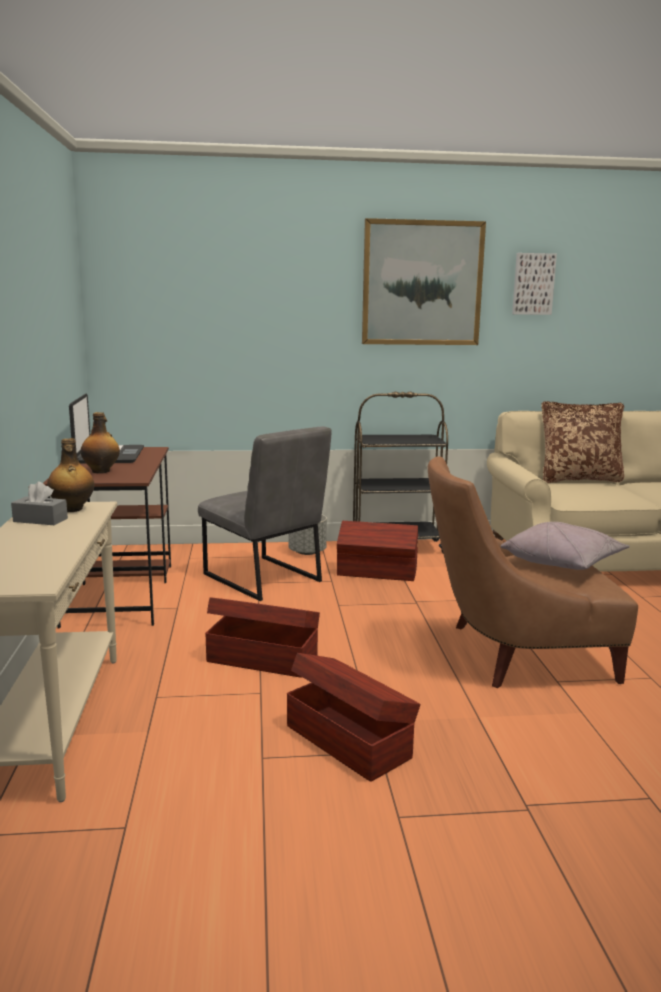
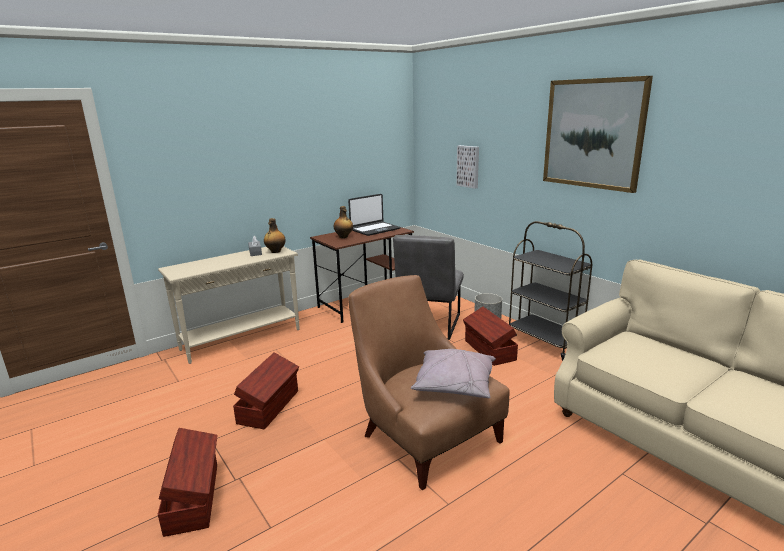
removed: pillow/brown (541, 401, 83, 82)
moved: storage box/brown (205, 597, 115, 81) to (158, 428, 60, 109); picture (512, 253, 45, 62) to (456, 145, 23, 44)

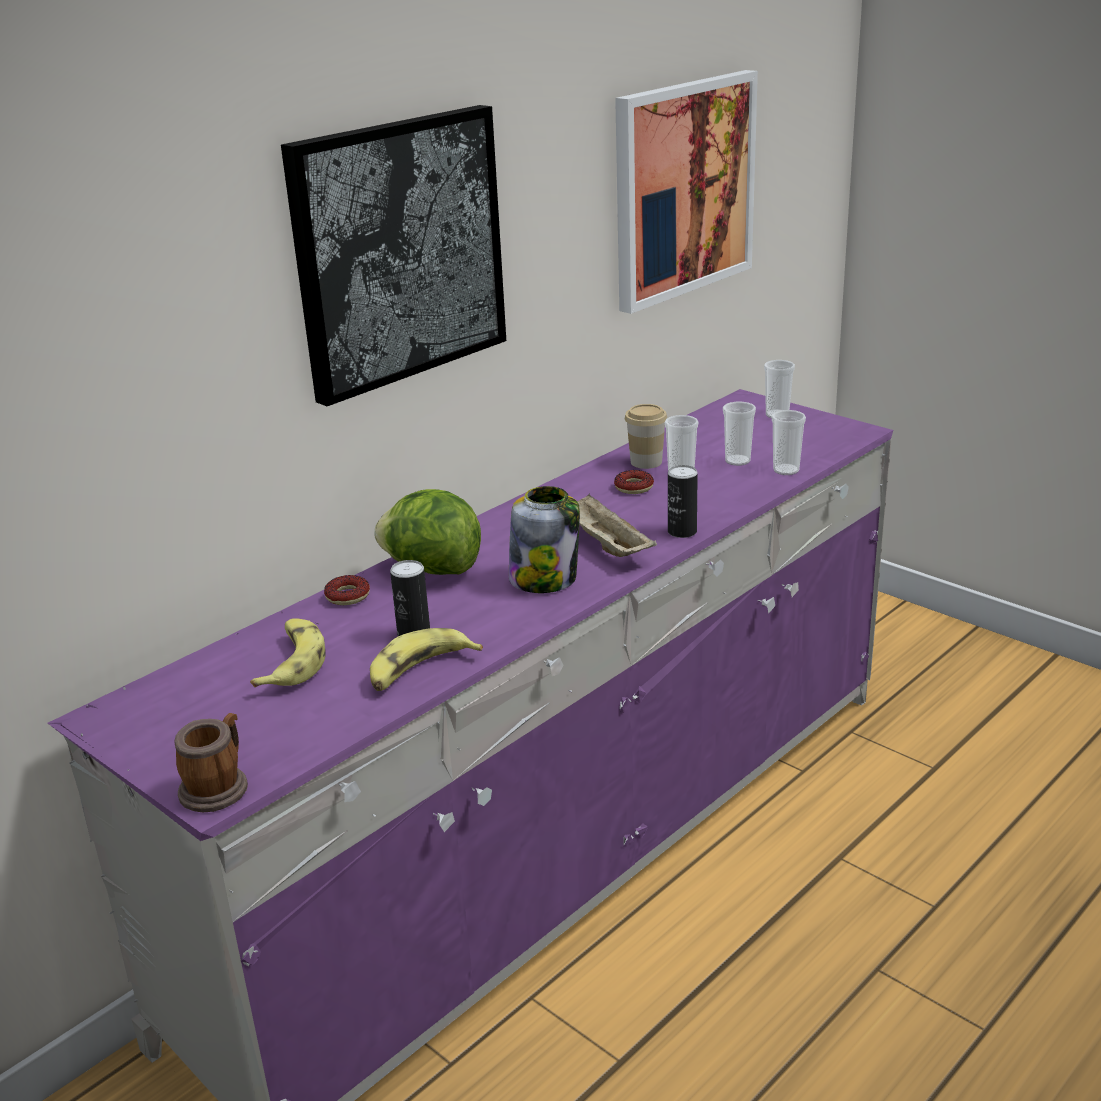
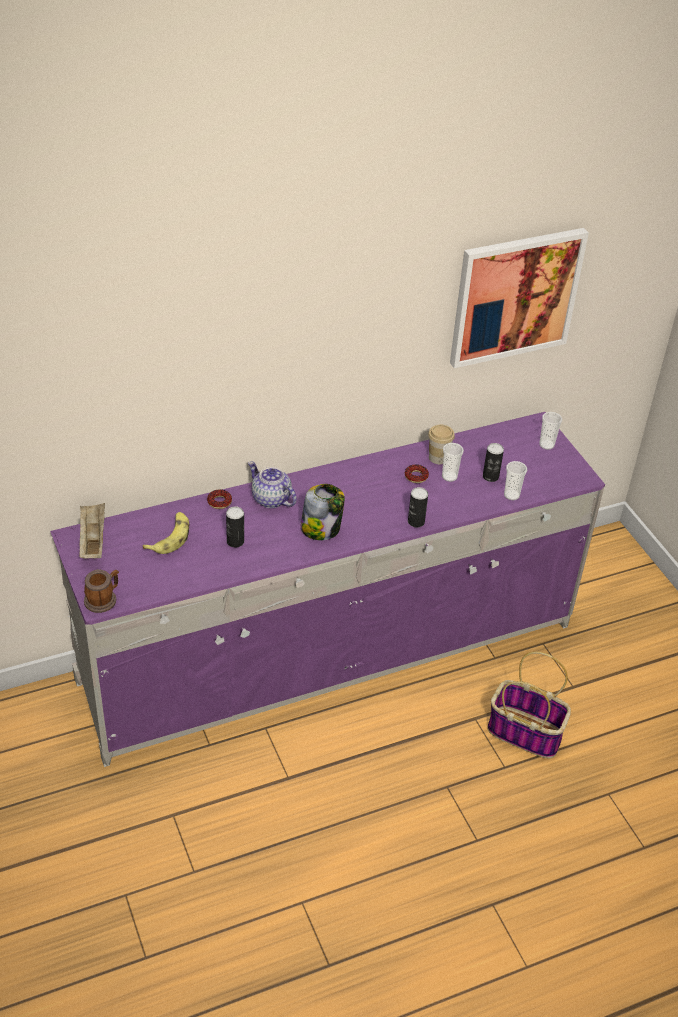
removed: picture (281, 105, 225, 301); banana (370, 628, 113, 63)
added: basket (487, 651, 84, 108)
moved: tray/beige (578, 494, 79, 63) to (79, 503, 26, 56)
replaced: lettuce (374, 489, 107, 86) to teapot (248, 461, 49, 47); cup (723, 402, 33, 64) to can (483, 443, 21, 39)

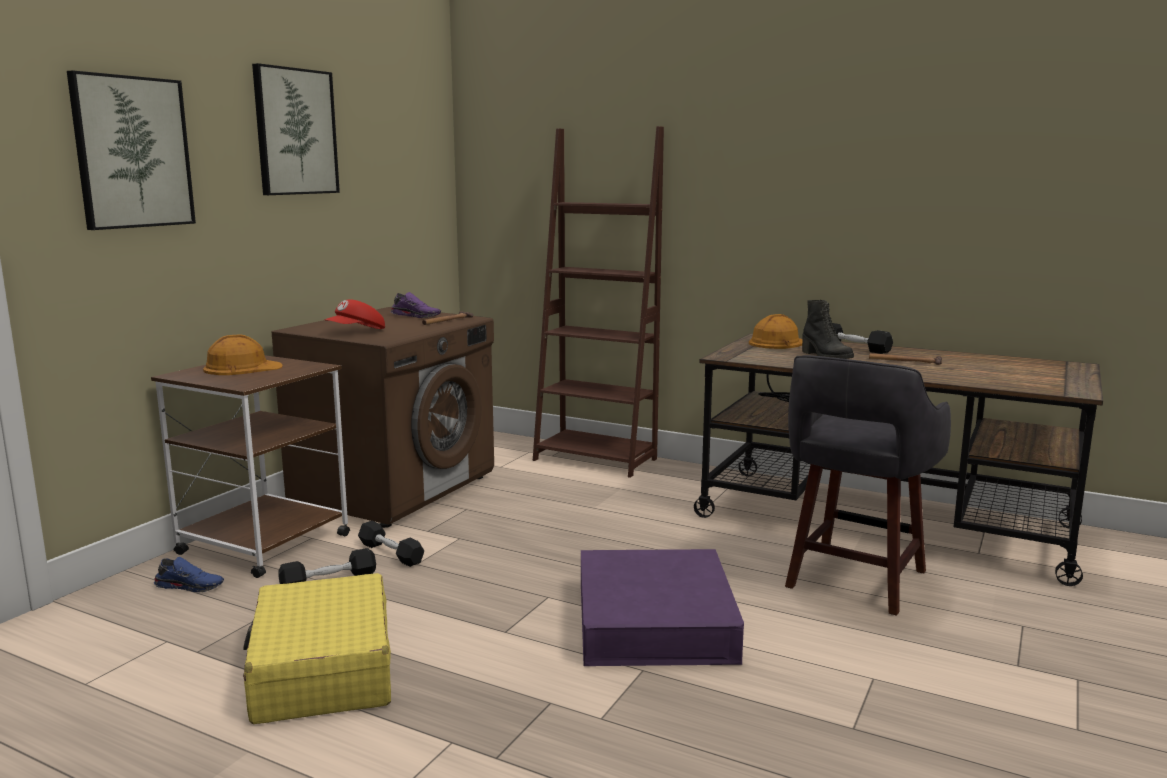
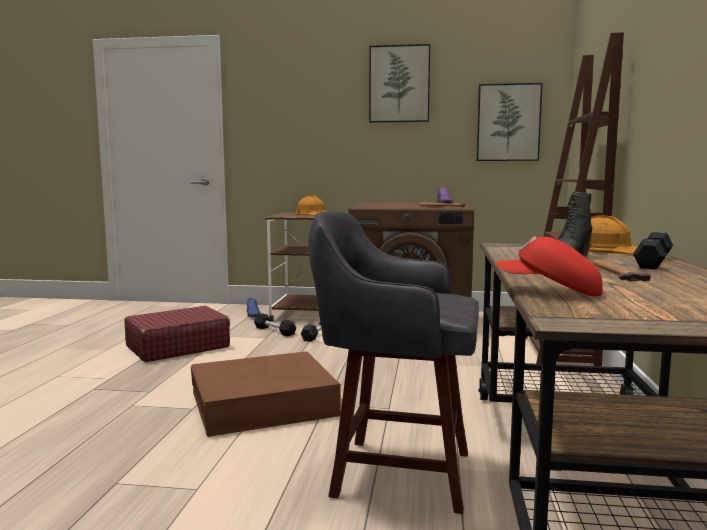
moved: picture (67, 70, 129, 160) to (477, 83, 66, 78); cap/red (325, 299, 60, 30) to (496, 236, 107, 60)
recoloured: suitcase/yellow (243, 573, 148, 151) to suitcase/red (124, 306, 106, 56); storage box/purple (581, 549, 163, 117) to storage box/brown (191, 351, 150, 86)

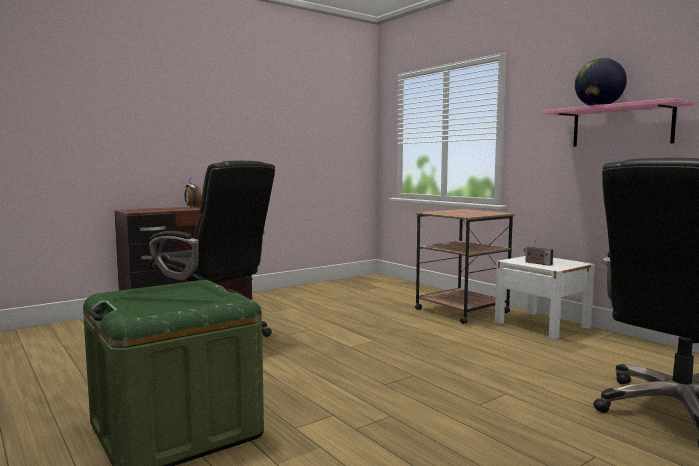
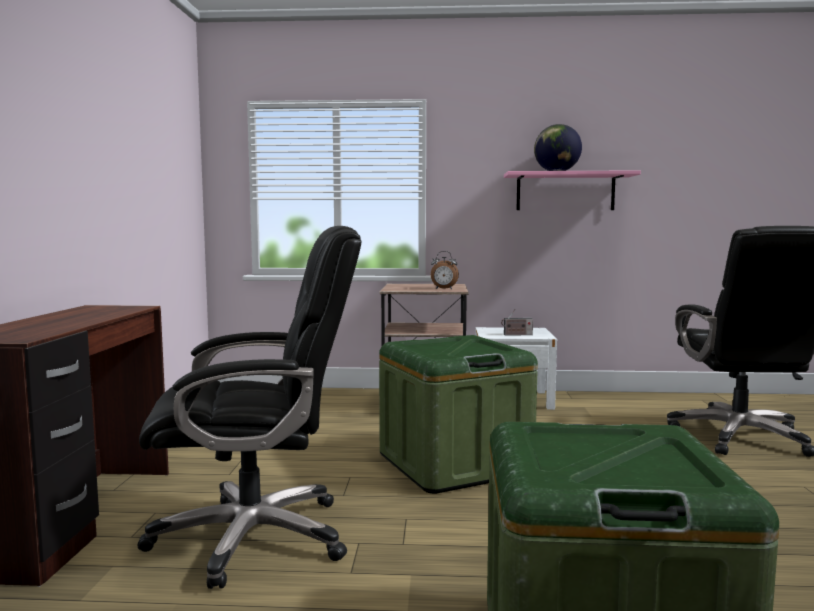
added: storage box/green (379, 335, 159, 159)
moved: alarm clock (185, 178, 17, 30) to (431, 251, 28, 38)

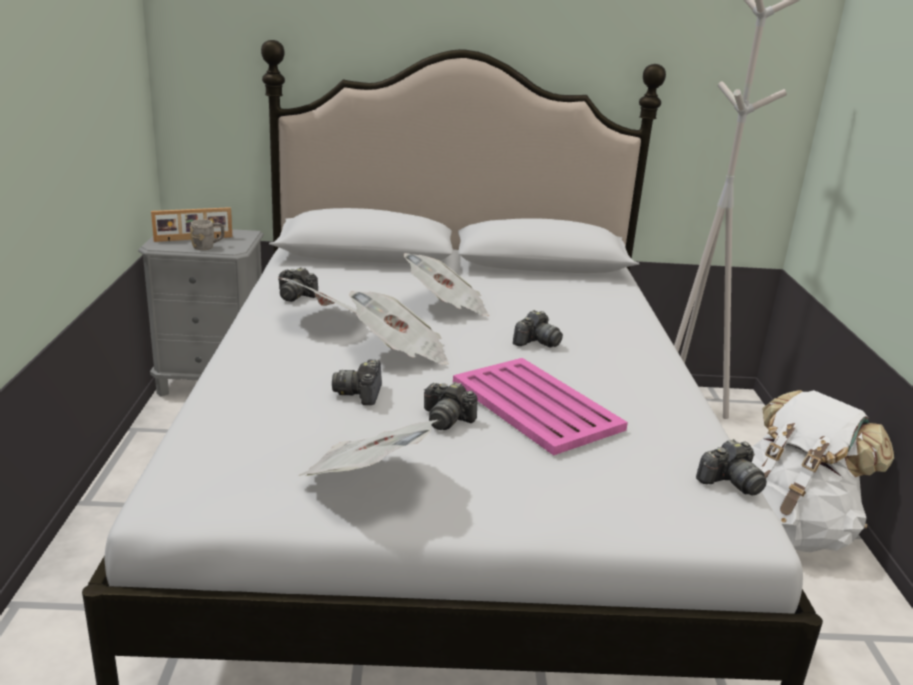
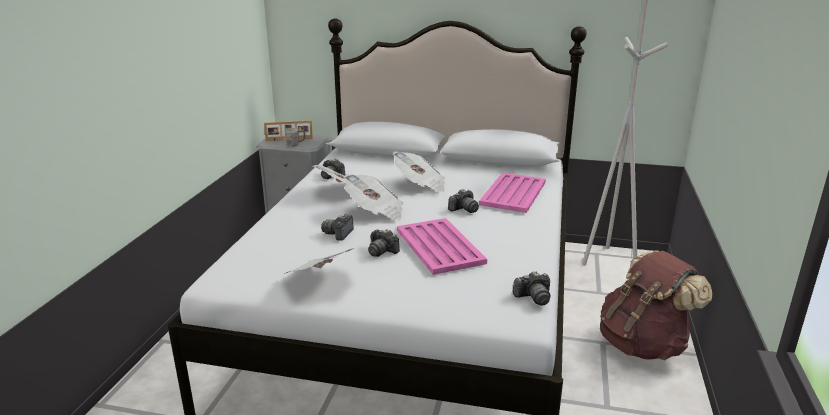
added: tray/pink (479, 173, 67, 40)
recoloured: backpack/white (751, 390, 143, 162) to backpack/brown (600, 250, 112, 110)

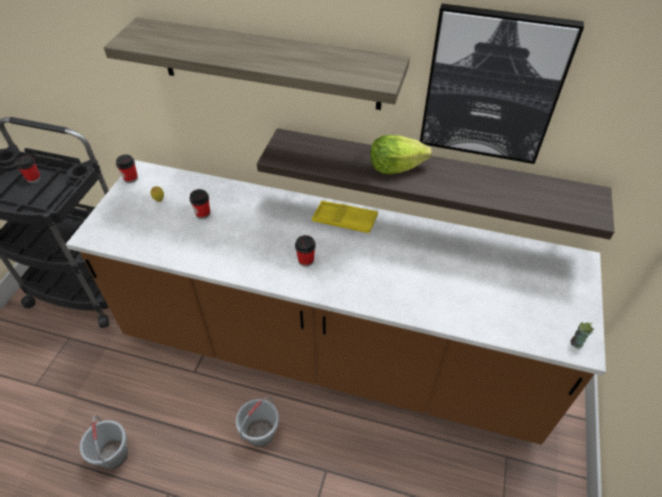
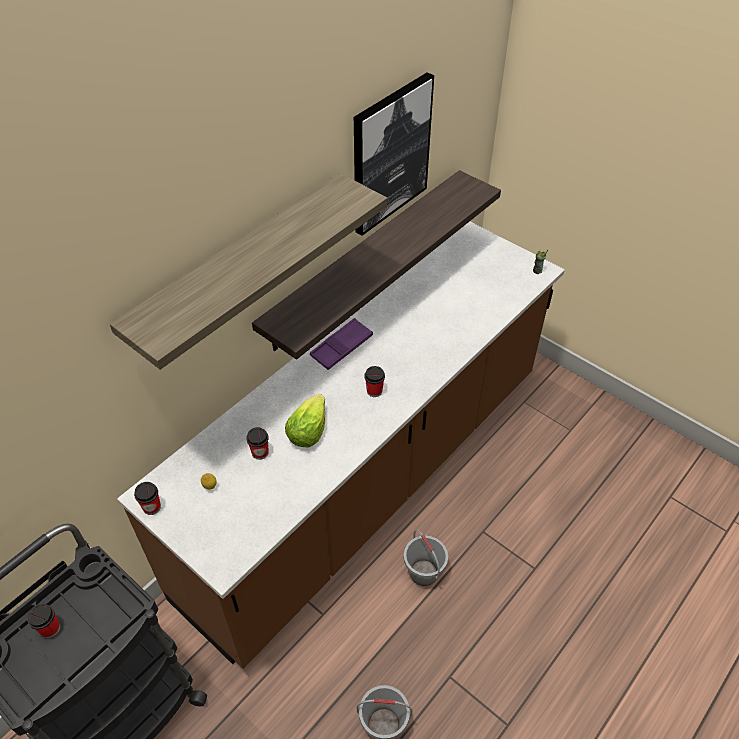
moved: lettuce (370, 135, 62, 39) to (285, 394, 40, 54)
recoloured: tray/yellow (312, 201, 66, 32) to tray/purple (310, 318, 63, 52)

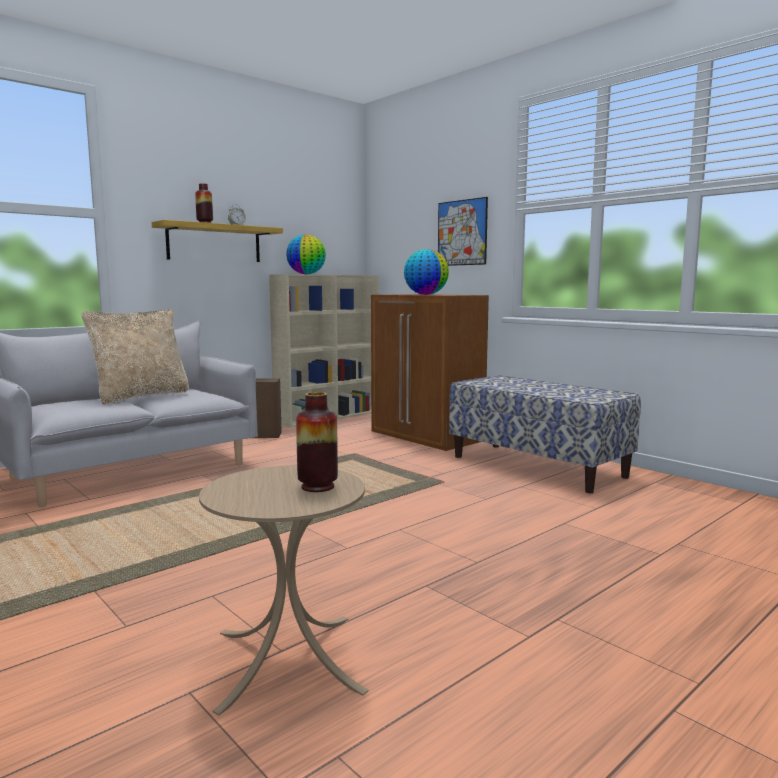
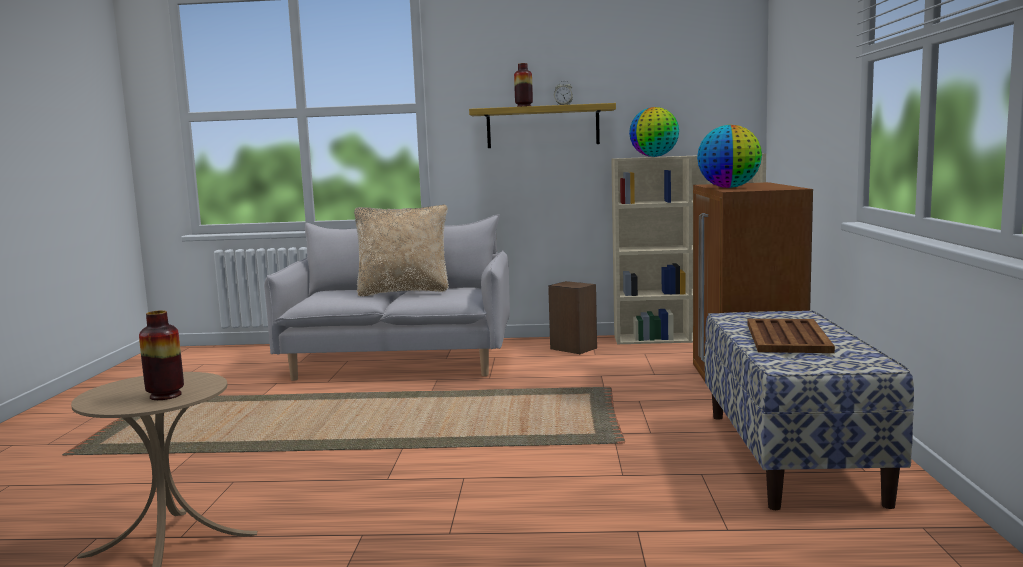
removed: picture (438, 197, 50, 69)
added: tray/brown (748, 319, 87, 34)

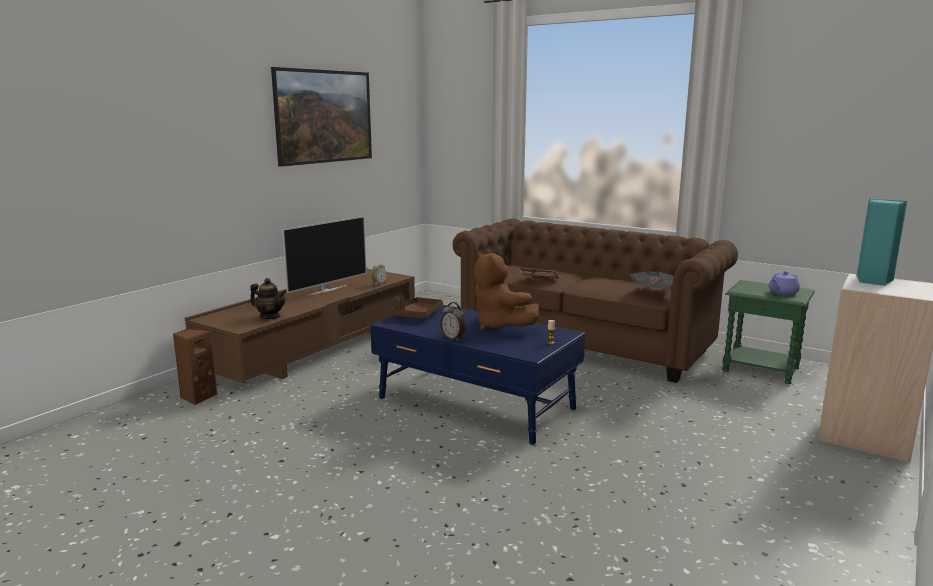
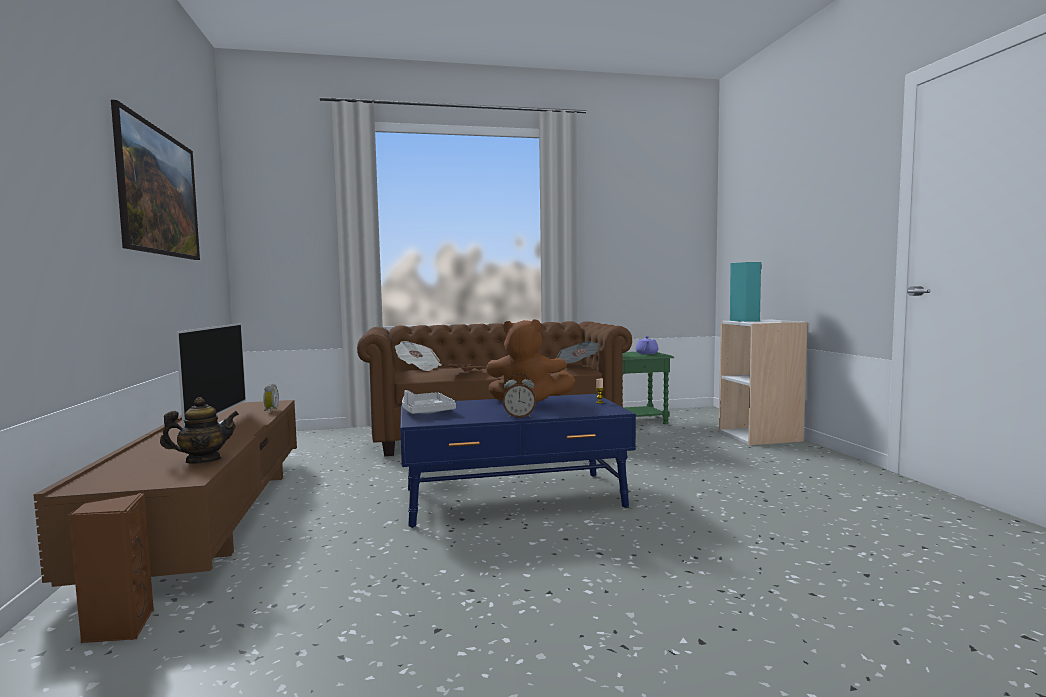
added: newspaper (395, 341, 47, 30)
recoloured: tray/brown (391, 295, 52, 24) to tray/grey (402, 390, 54, 24)

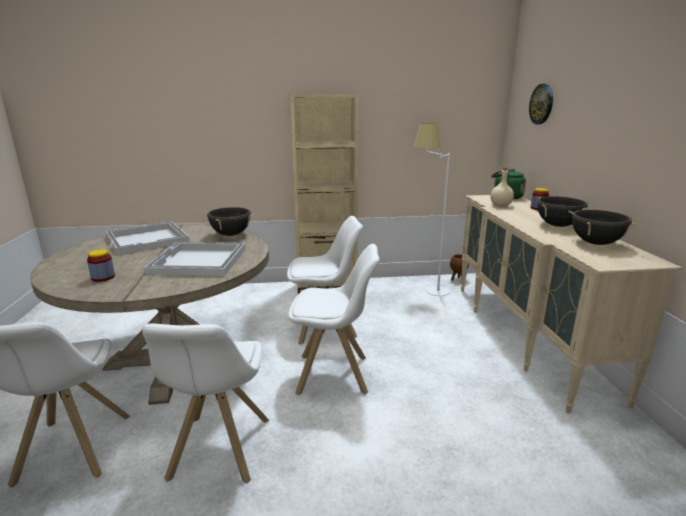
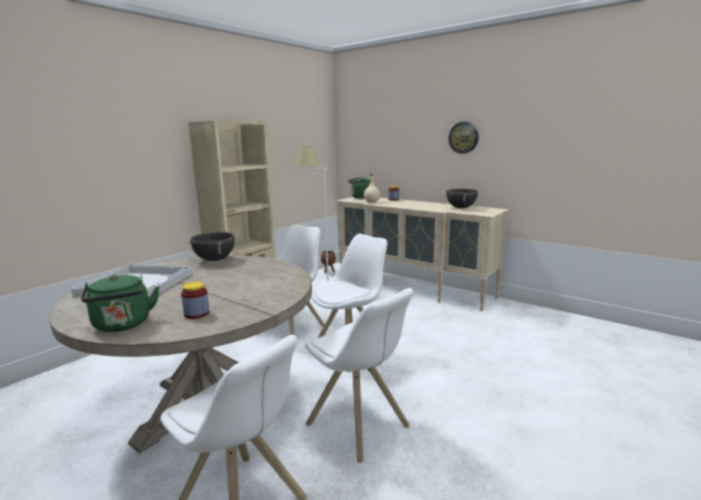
removed: tray/white (144, 242, 102, 34); cooking pot/black (537, 196, 51, 31)
added: kettle/green (81, 274, 79, 58)
moved: wall clock (529, 84, 24, 40) to (448, 122, 31, 32)

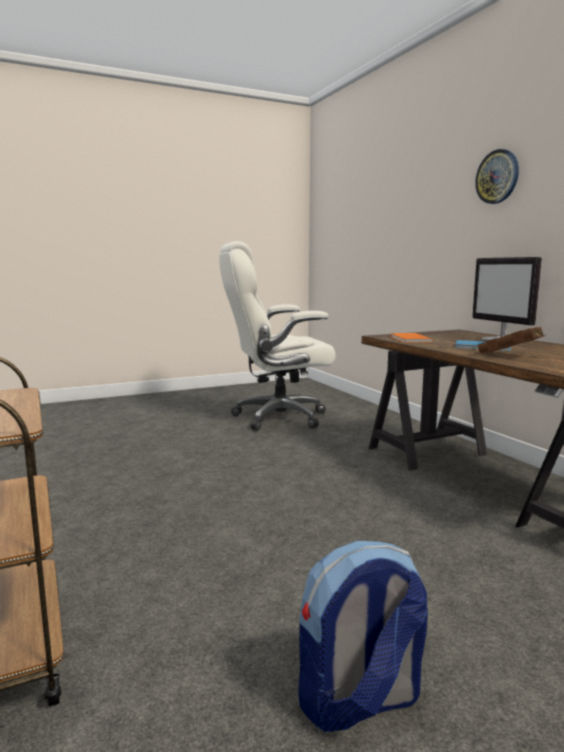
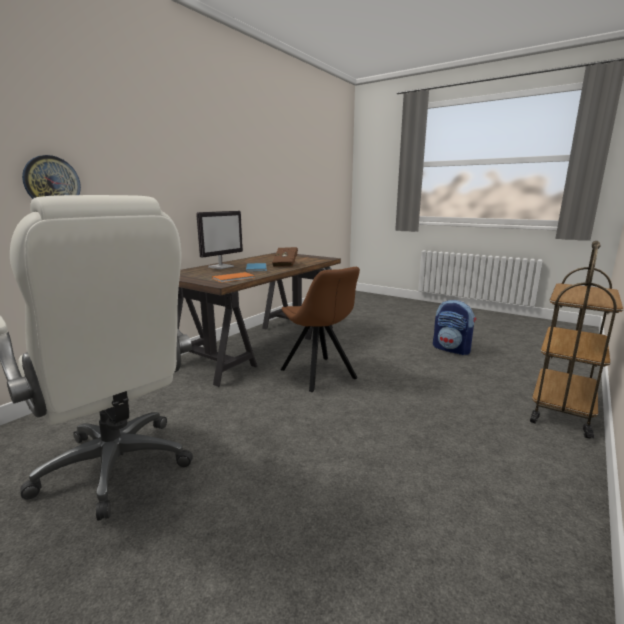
added: chair/brown (281, 267, 79, 125)
moved: wall clock (475, 149, 44, 55) to (22, 155, 59, 44)

